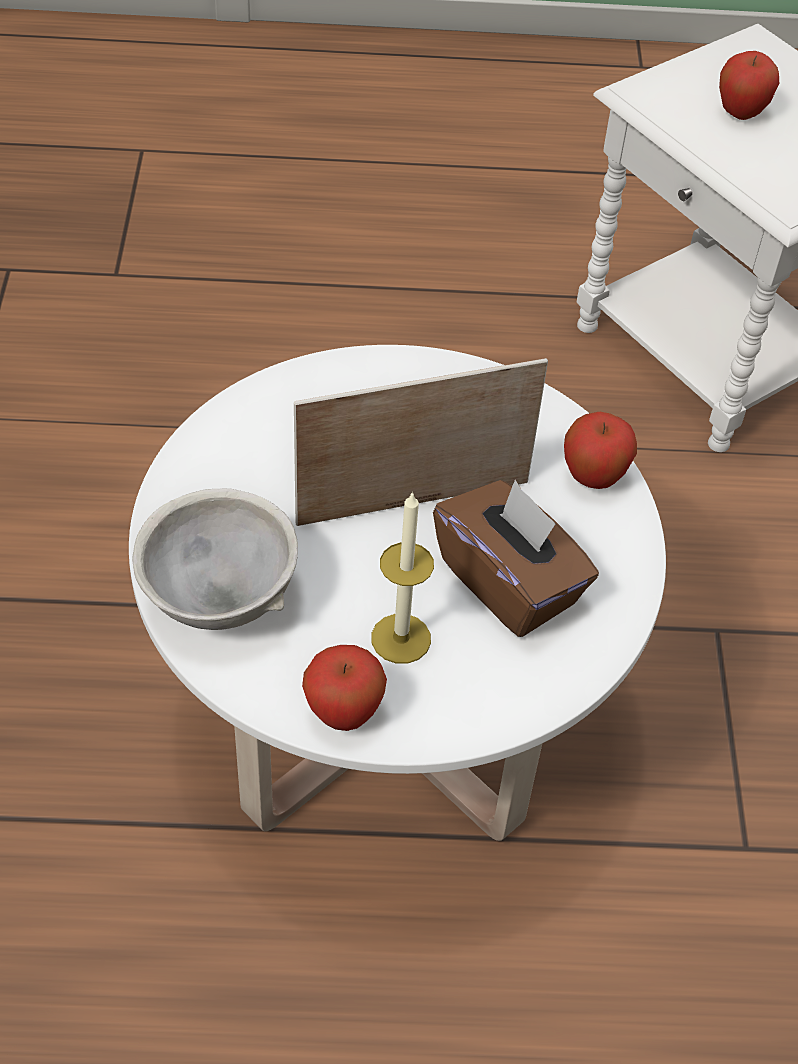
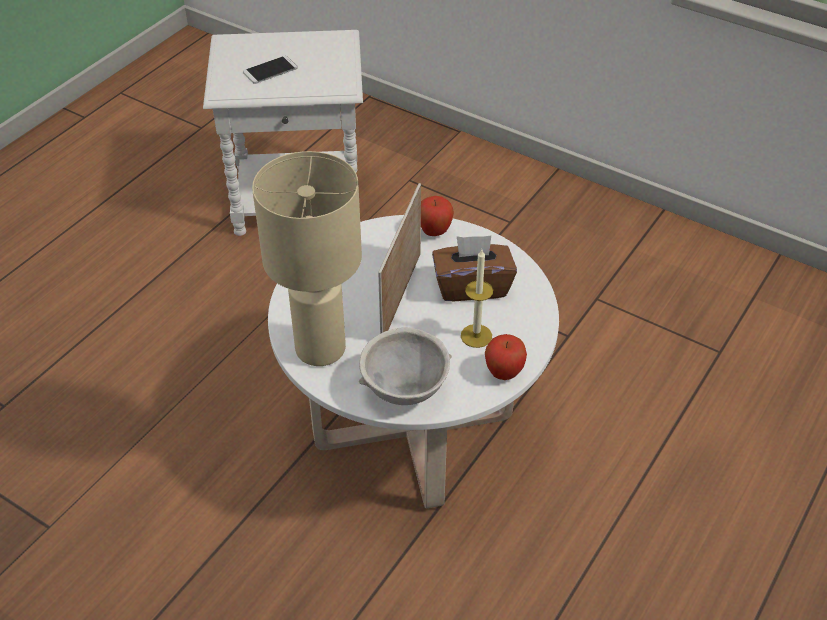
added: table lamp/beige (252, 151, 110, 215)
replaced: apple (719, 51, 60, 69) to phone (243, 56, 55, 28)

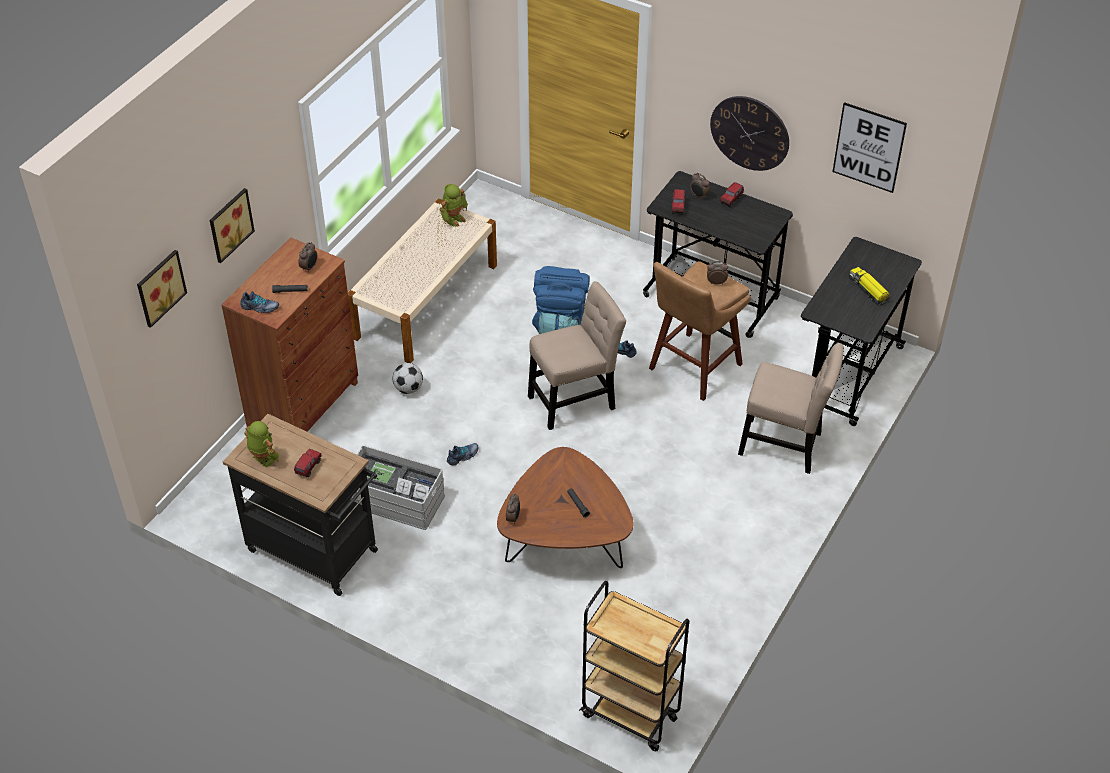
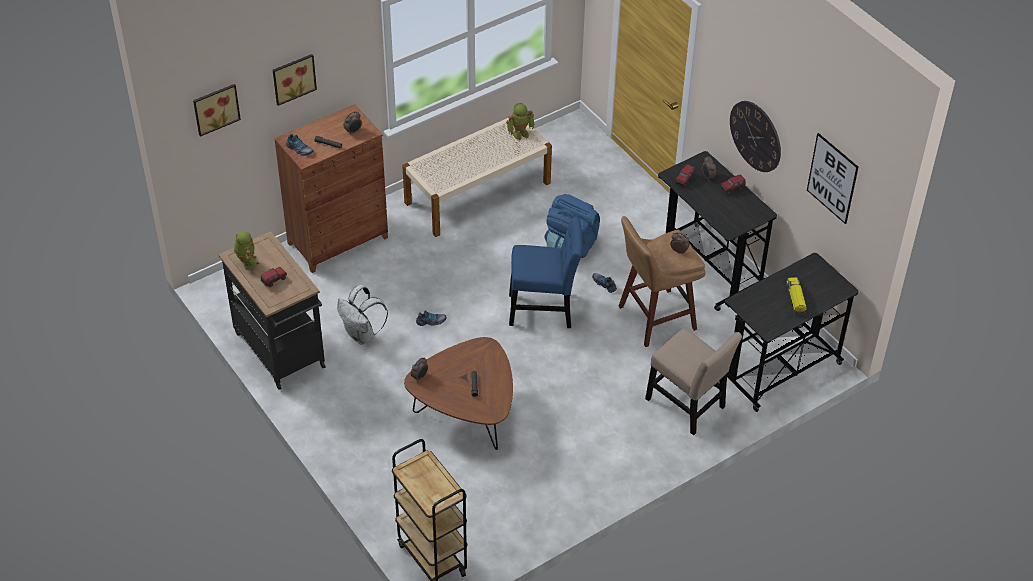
removed: football (392, 363, 31, 31)
replaced: storage box/grey (350, 445, 95, 85) to backpack/white (337, 285, 51, 60)
recoloured: chair/beige (528, 281, 98, 149) to chair/blue (509, 216, 74, 112)

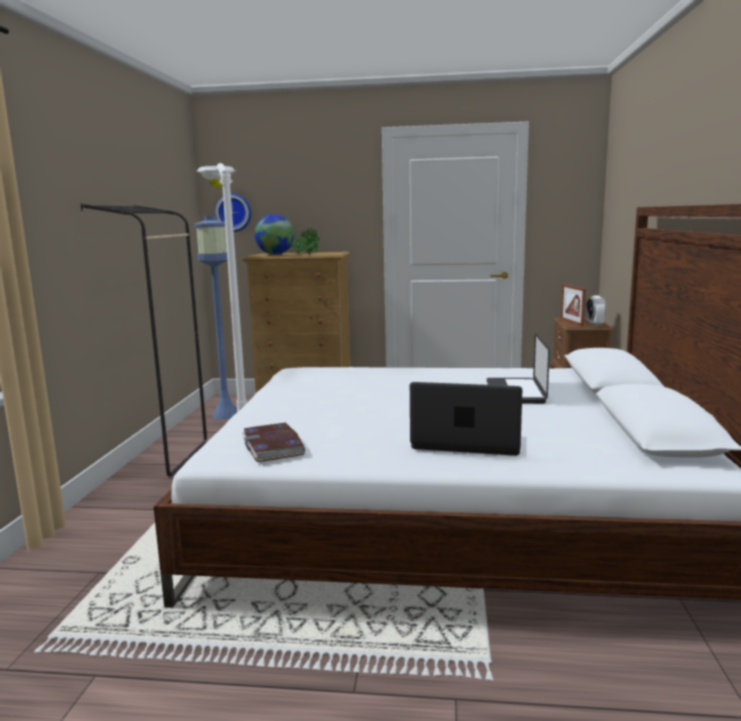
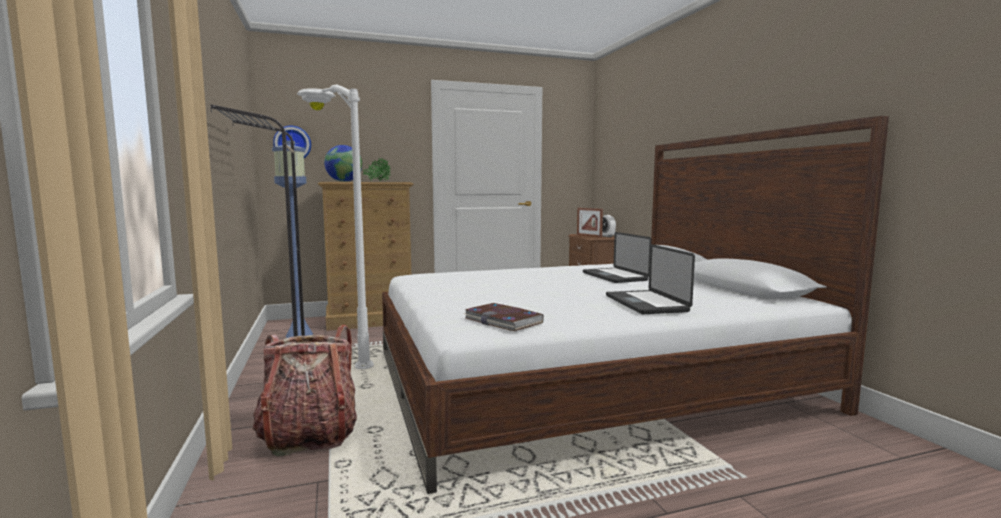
added: backpack (253, 325, 104, 131)
turned: laptop (410, 382, 112, 74) = (606, 244, 89, 70) 90 degrees counterclockwise

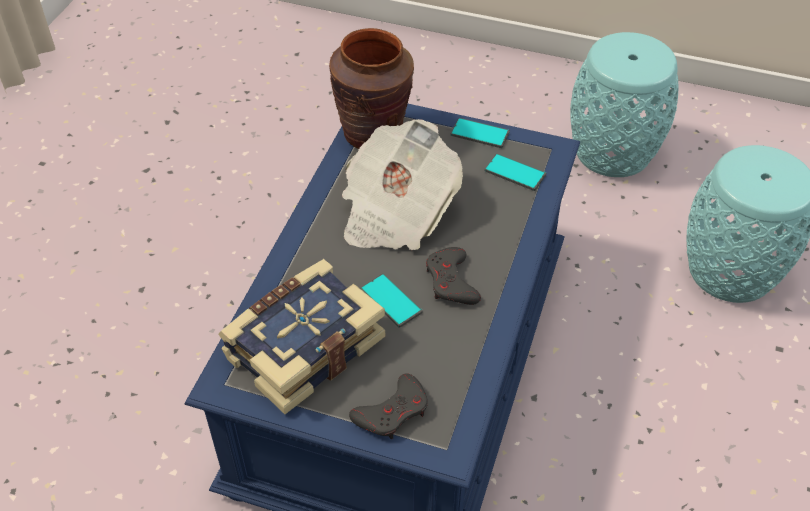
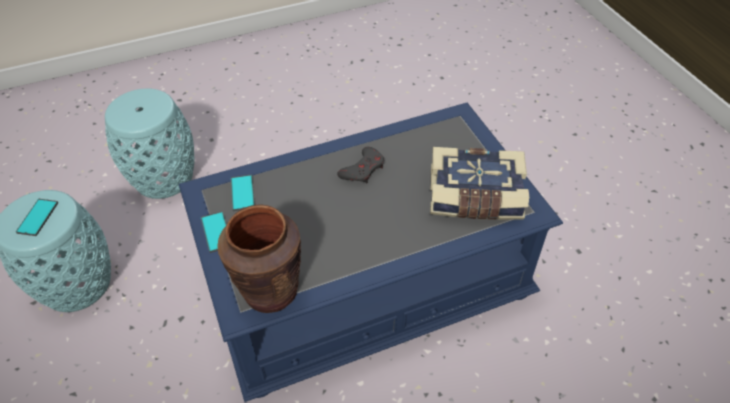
removed: newspaper (342, 119, 121, 131); game controller/grey (349, 373, 79, 66)
moved: phone (361, 274, 62, 54) to (16, 199, 42, 37)

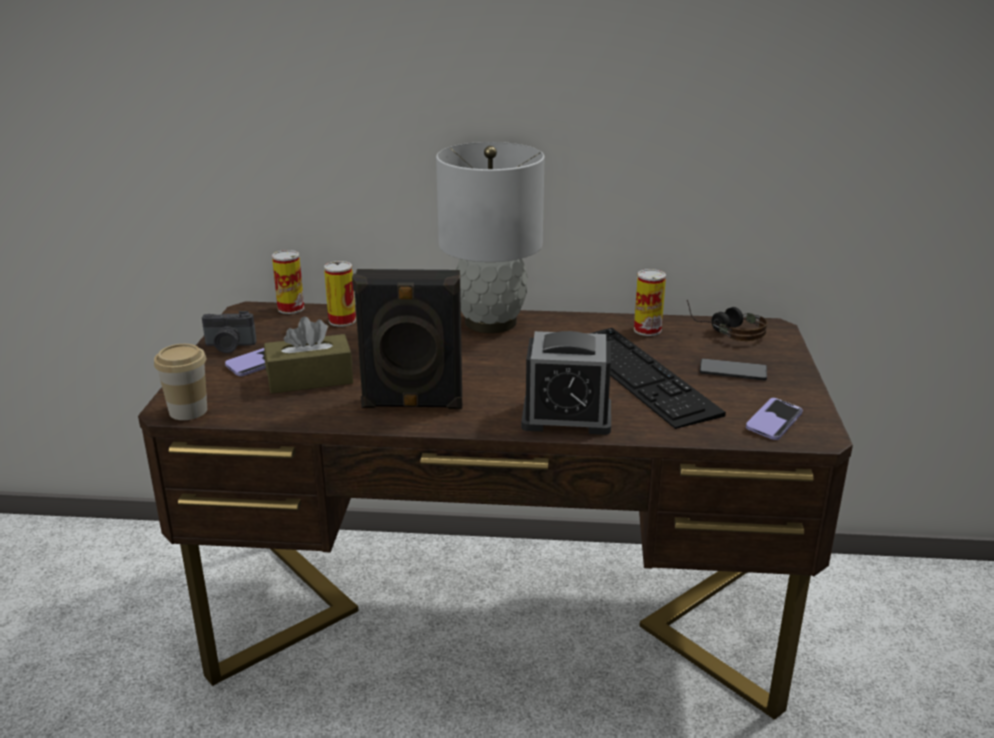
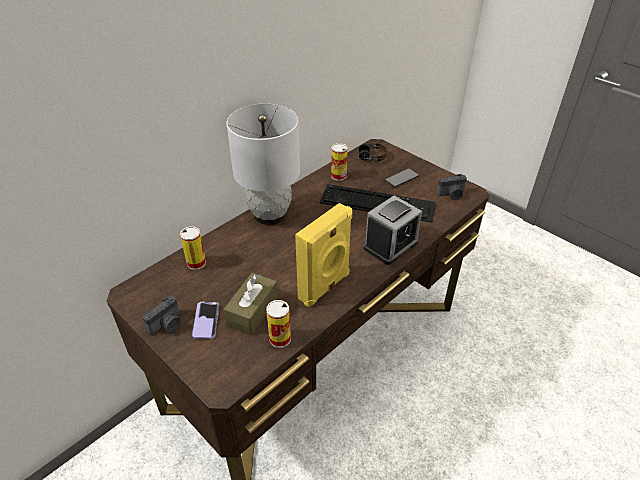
removed: cup (154, 344, 53, 76)
moved: can (272, 250, 32, 64) to (266, 300, 25, 48)
replaced: phone (746, 398, 57, 42) to photo camera (437, 174, 30, 26)
recoloured: speaker/black (352, 269, 111, 140) to speaker/yellow (295, 203, 57, 104)

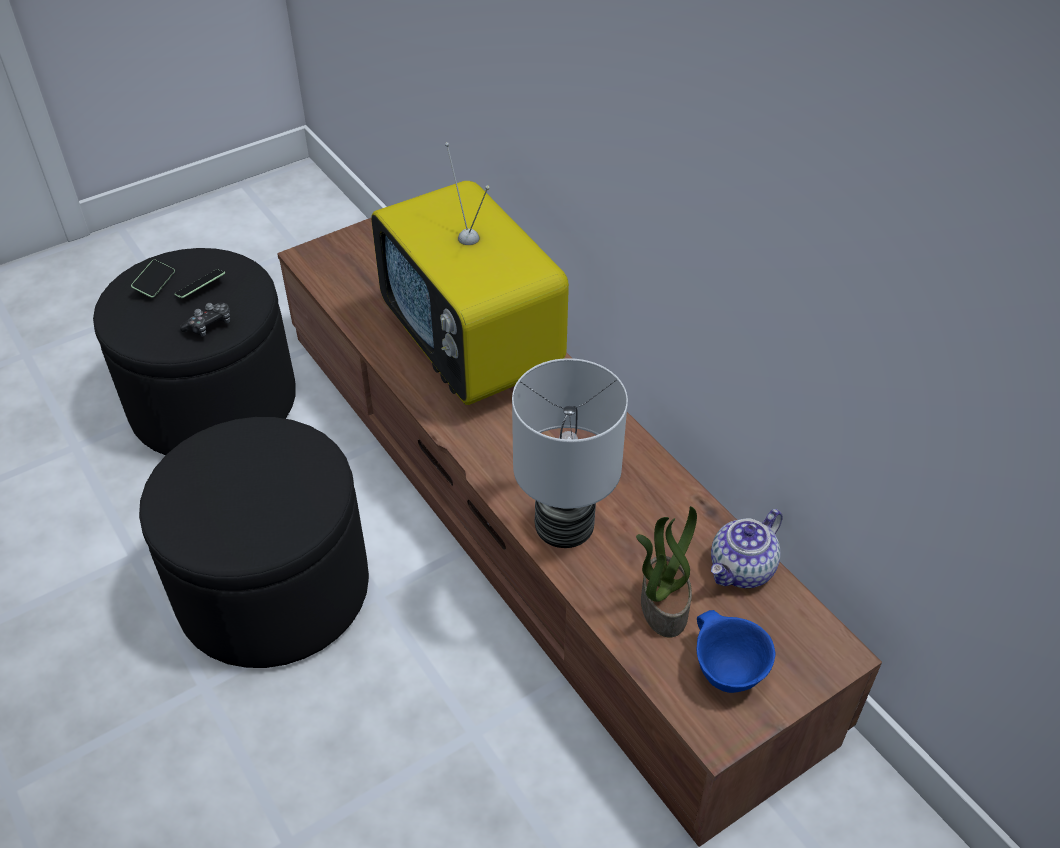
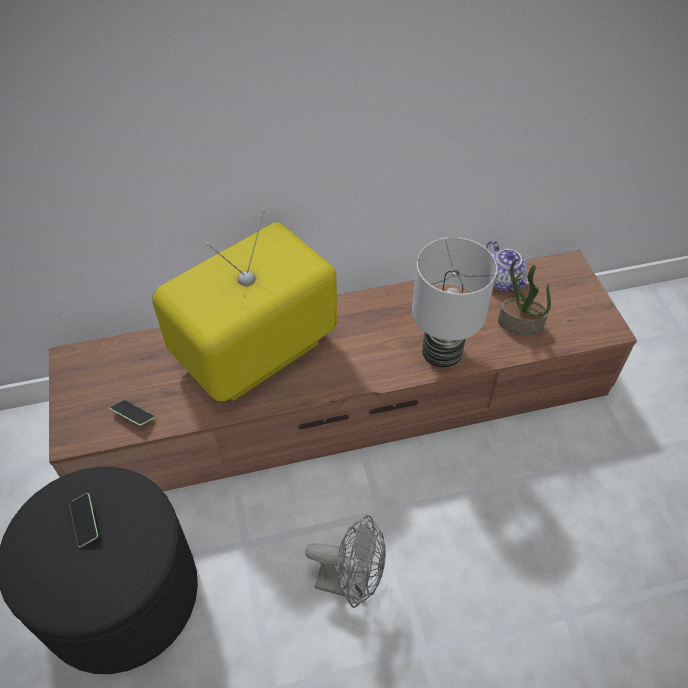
removed: game controller (180, 302, 50, 35); bowl/blue (697, 610, 78, 83)
moved: phone (131, 259, 44, 39) to (109, 400, 46, 26)
replaced: ottoman/black (139, 417, 230, 251) to fan/grey (305, 515, 81, 93)
turned: television (371, 142, 198, 263) = (152, 210, 185, 192) 150 degrees clockwise

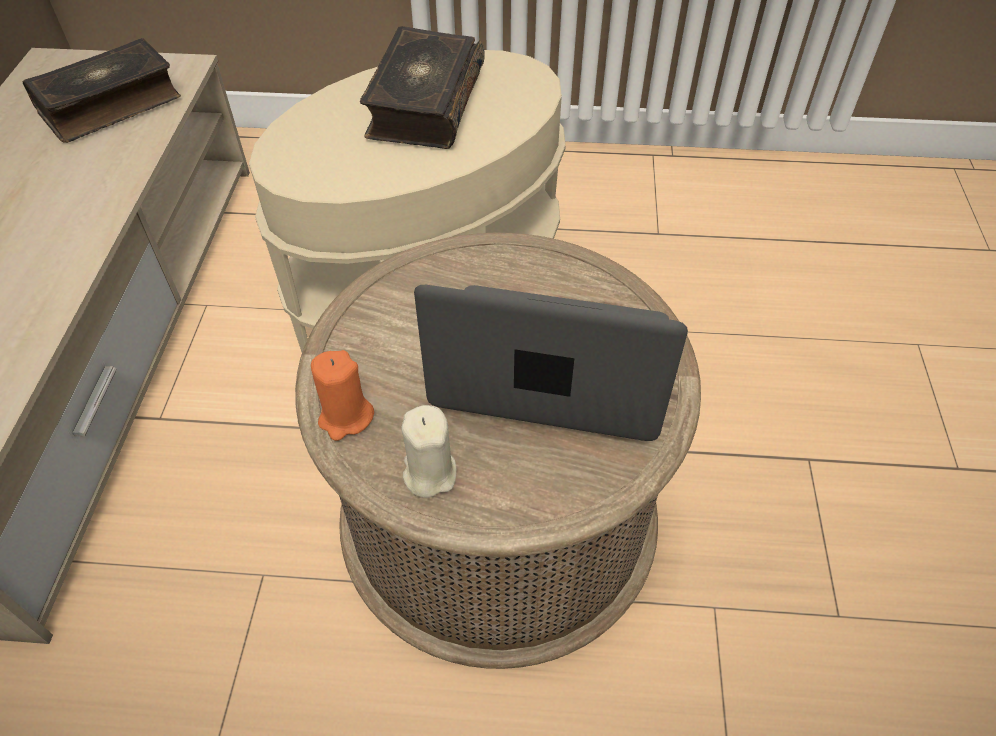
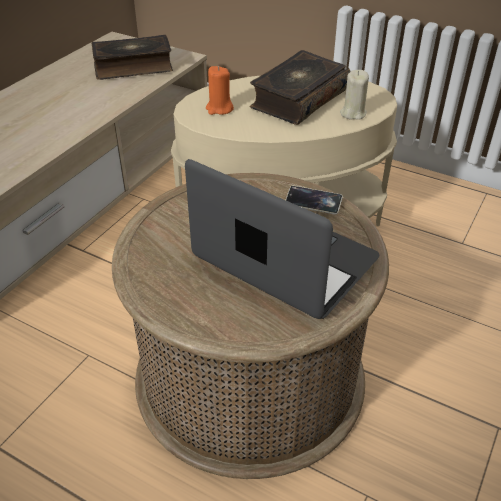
added: phone (286, 186, 57, 29)
moved: candle/orange (311, 350, 63, 91) to (206, 66, 28, 49); candle/beige (401, 405, 56, 93) to (340, 70, 29, 50)

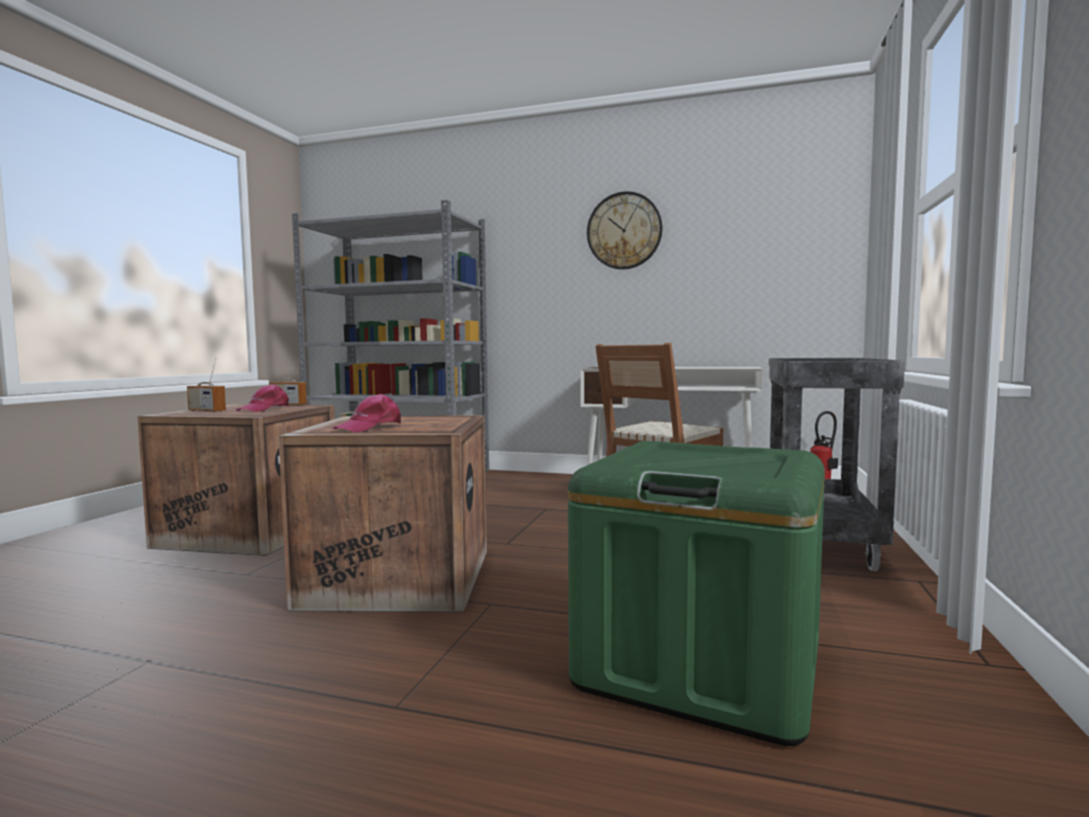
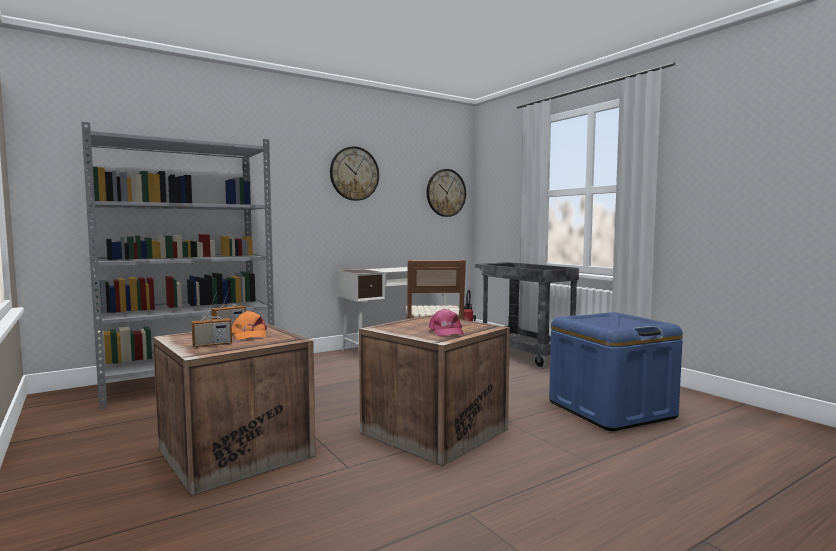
added: wall clock (427, 169, 39, 48)
recoloured: cap/pink (236, 384, 53, 28) to cap/orange (232, 311, 35, 29); storage box/green (568, 441, 257, 305) to storage box/blue (549, 312, 134, 119)

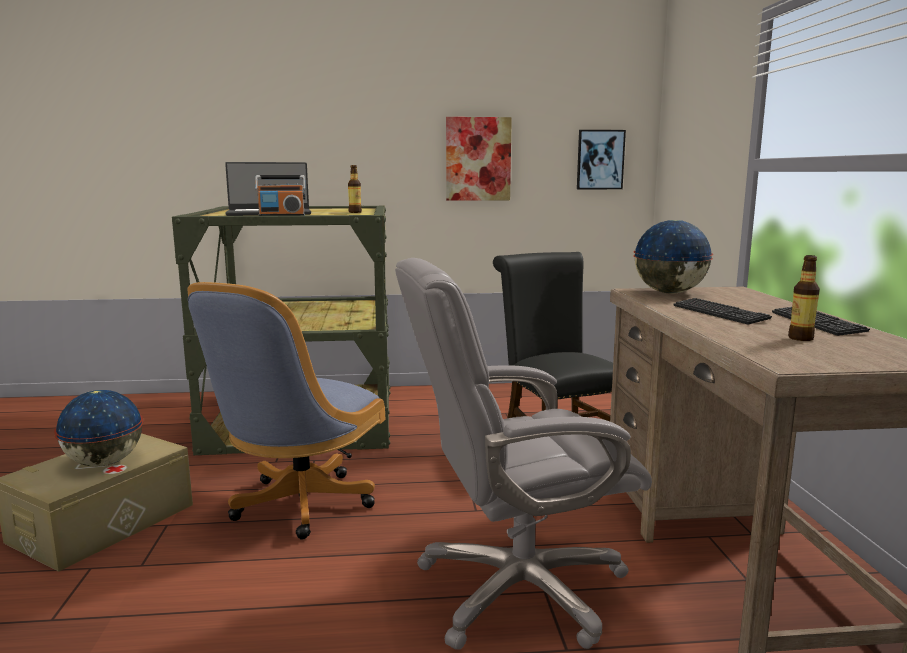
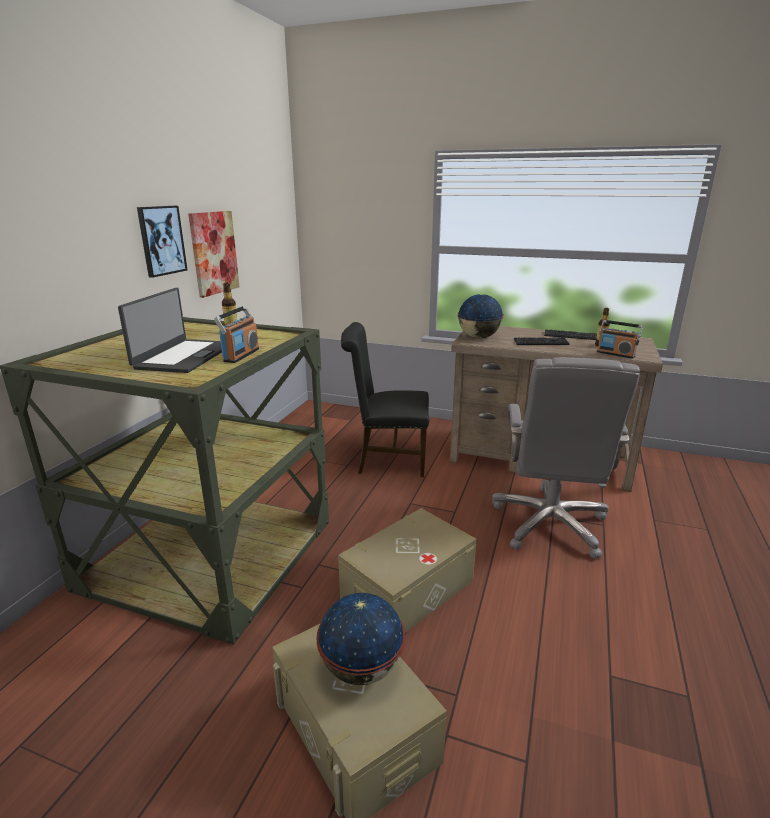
added: radio (597, 320, 46, 39)
moved: picture (577, 130, 49, 59) to (137, 206, 50, 72)
replaced: office chair/blue (188, 282, 198, 258) to storage box/beige (338, 508, 138, 125)

